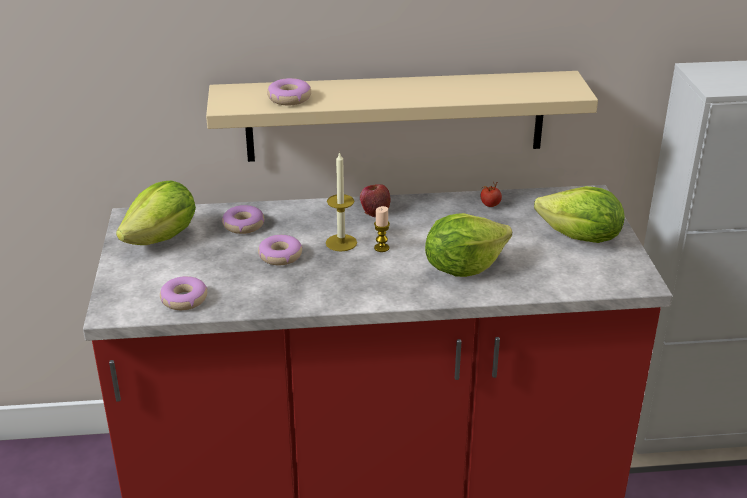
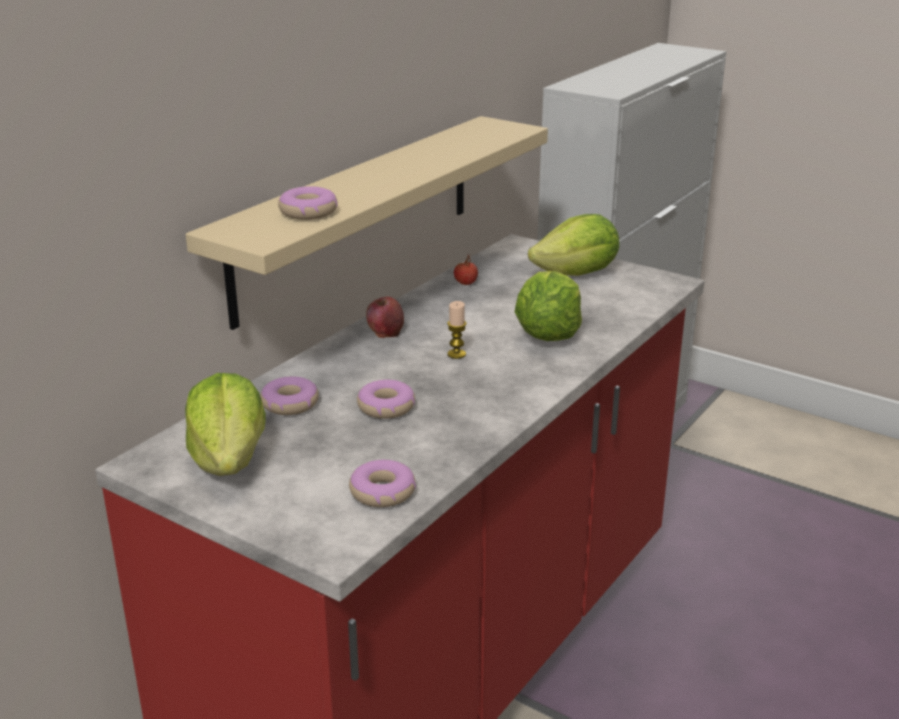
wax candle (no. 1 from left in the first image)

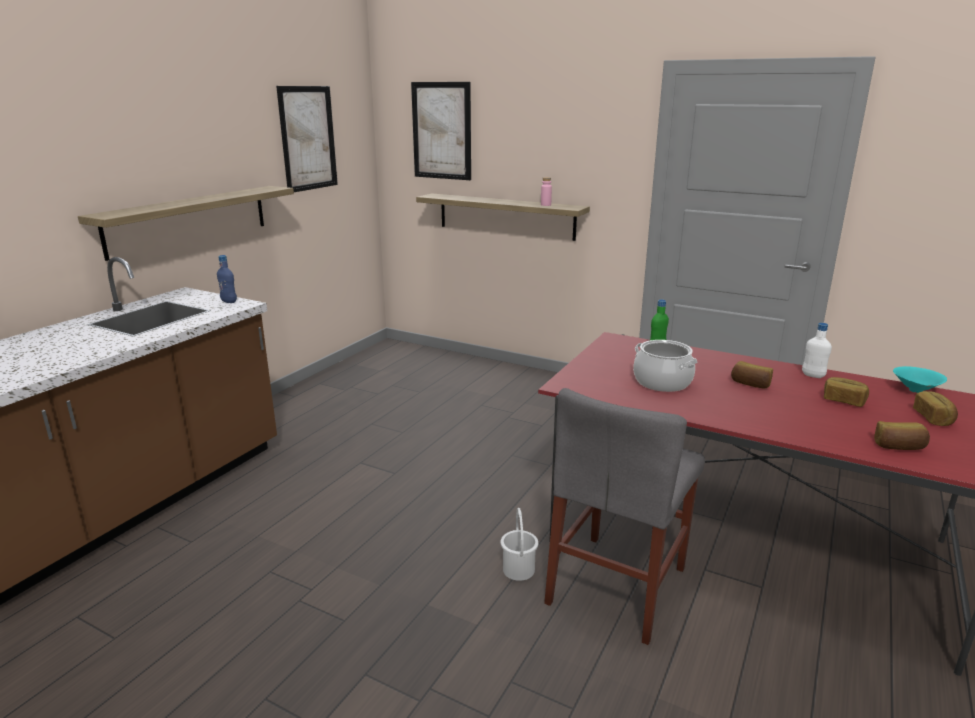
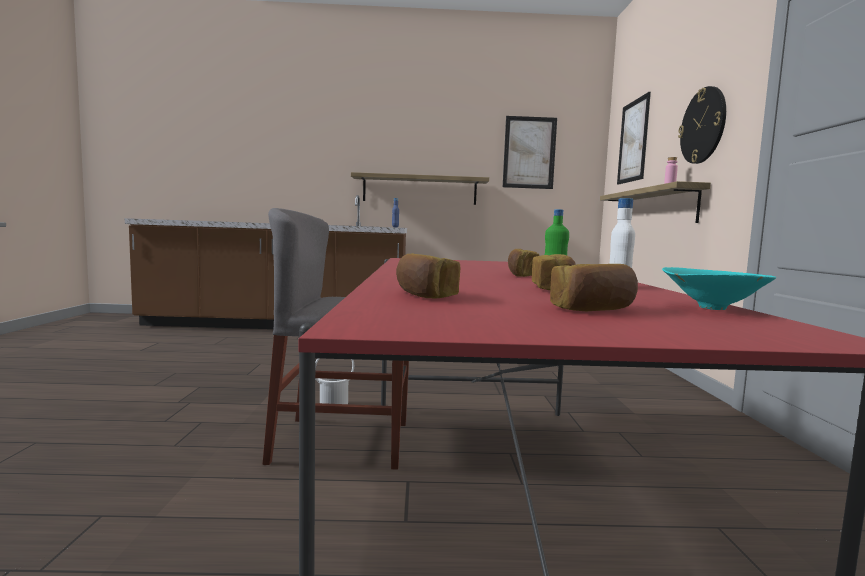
stockpot; clock on the wall

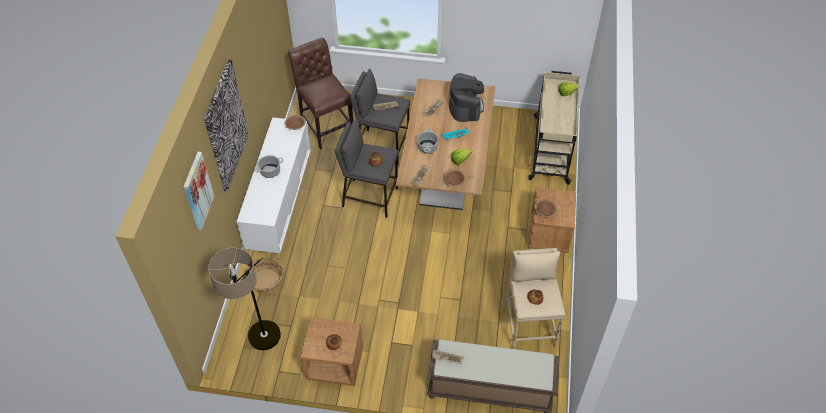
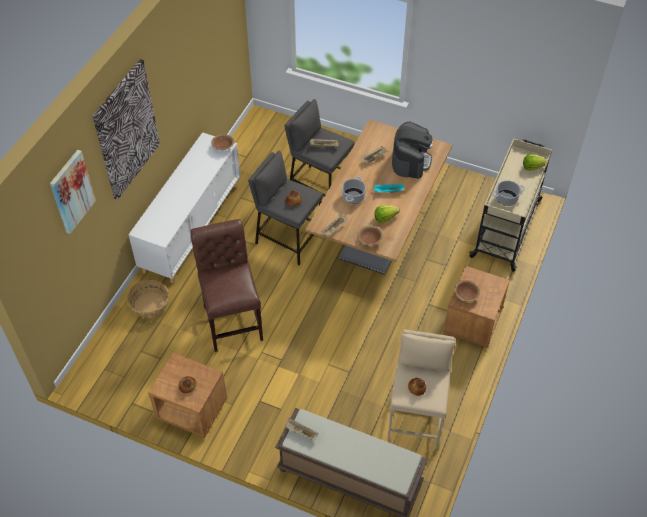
upright chair in brown-coloured; stockpot (no. 2 from left); floor lamp

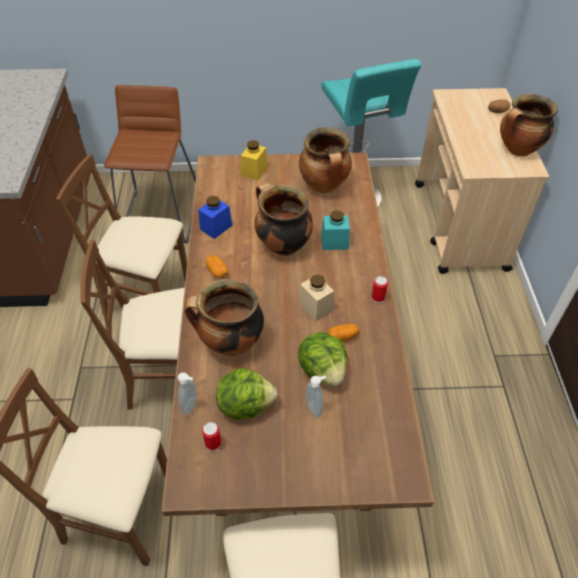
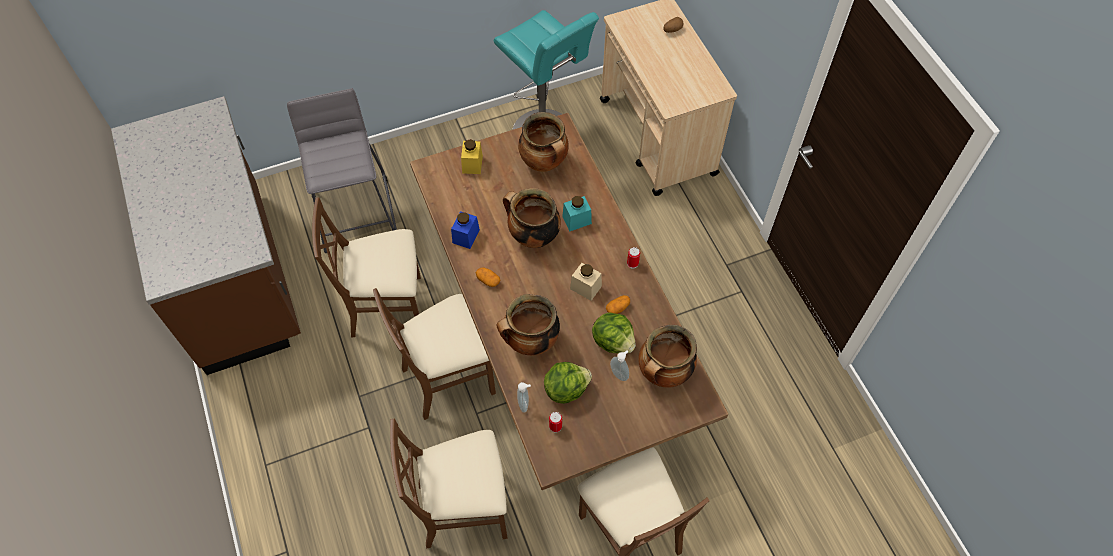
sitting stool in grey; stockpot (no. 4 from left)

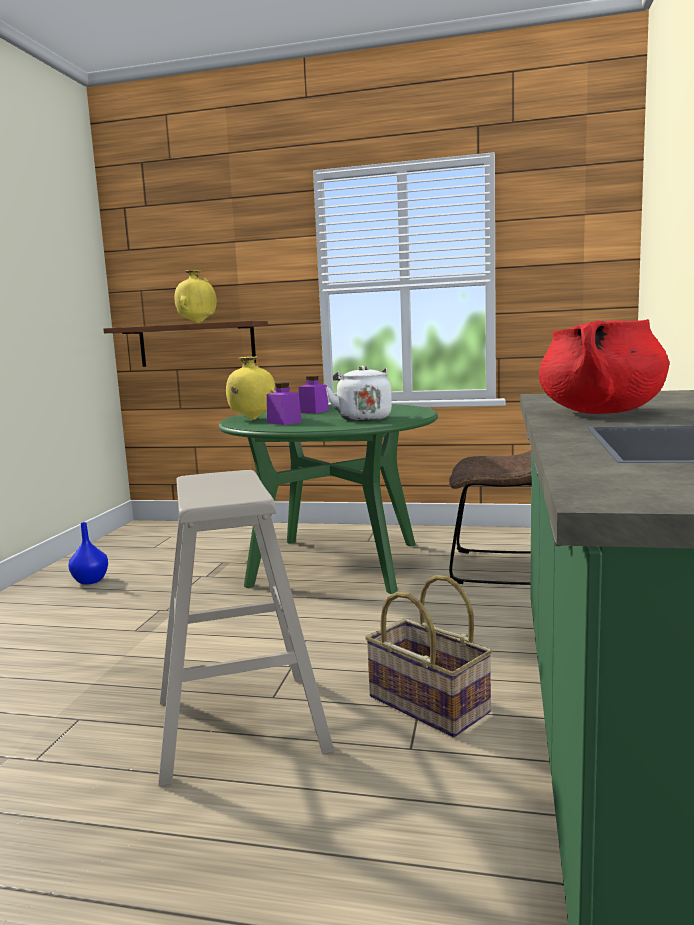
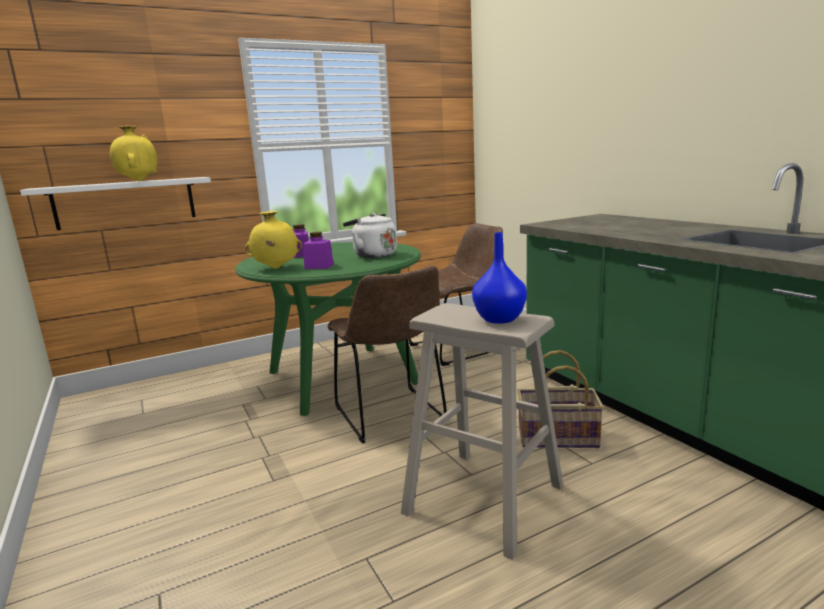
stockpot in reddish; shelf in whitish; vase in bluish; upright chair in brown-coloured (no. 1 from left)

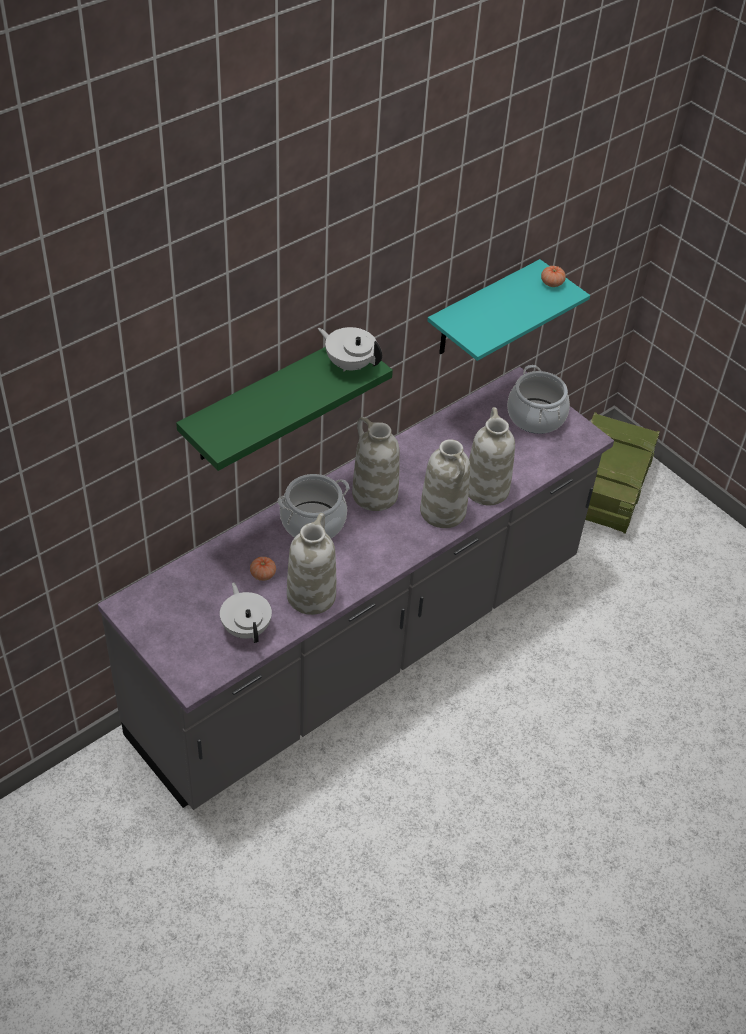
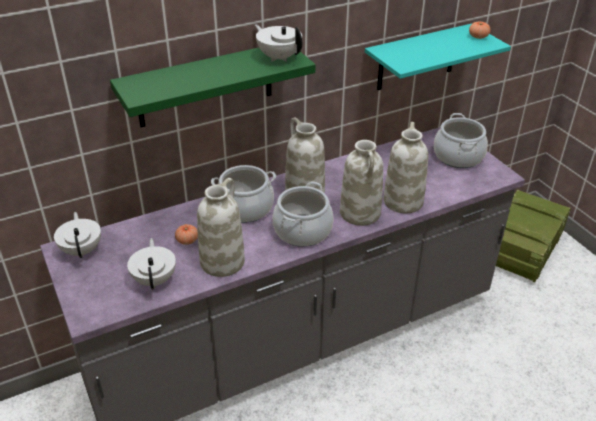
stockpot (no. 2 from left); teapot in whitish (no. 1 from left)

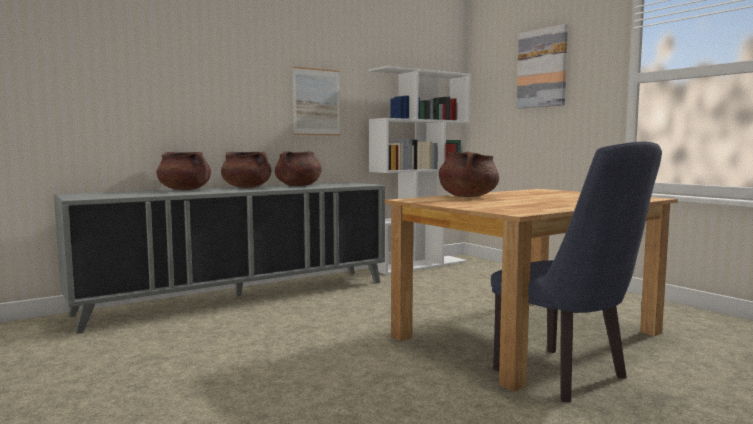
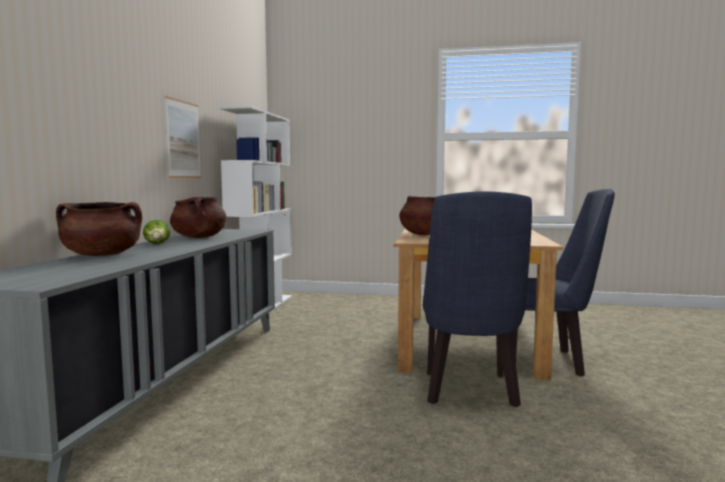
wall art (no. 2 from left in the first image); head of lettuce; upright chair in bluish (no. 1 from left)

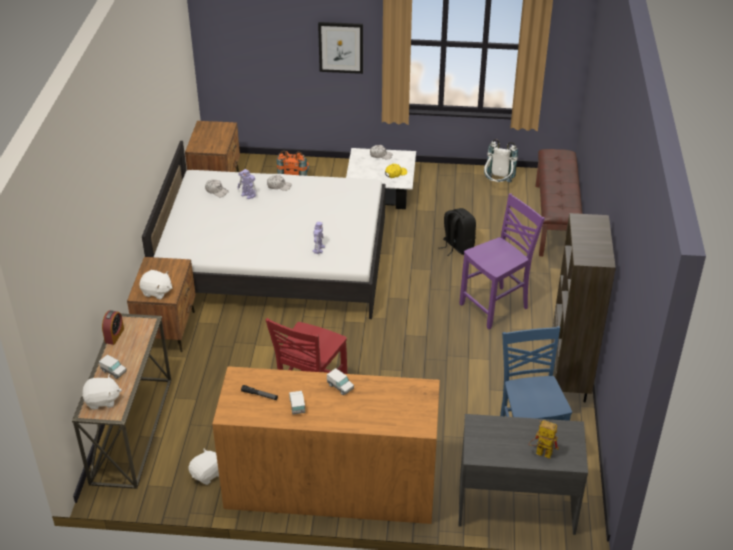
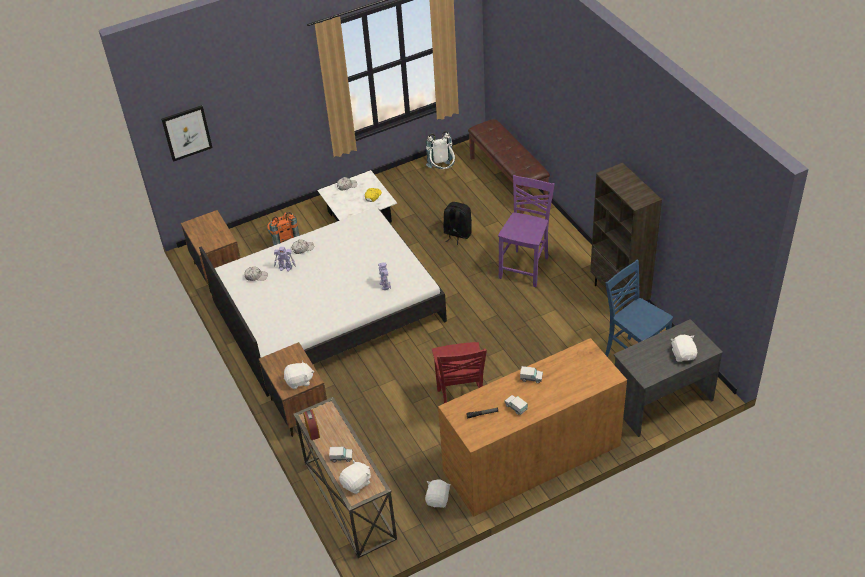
wall art; soft toy in whitish (no. 4 from left)

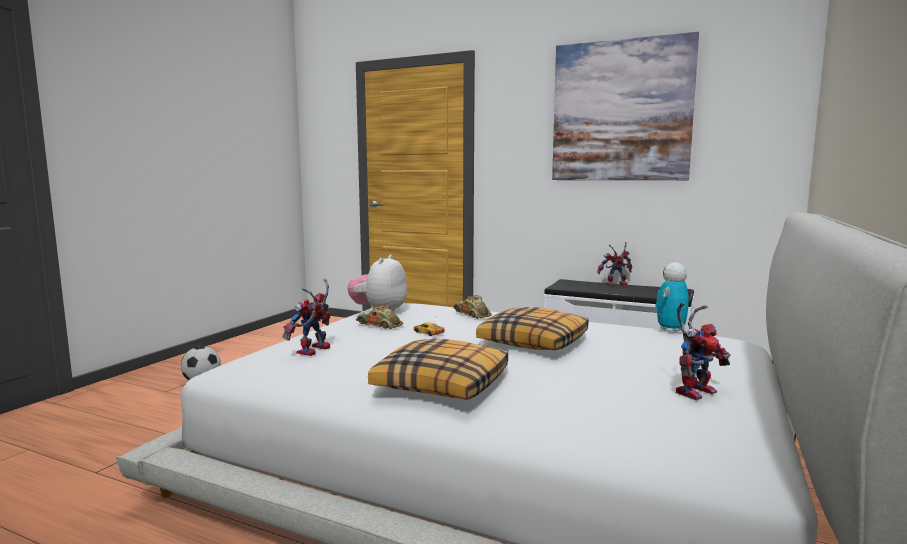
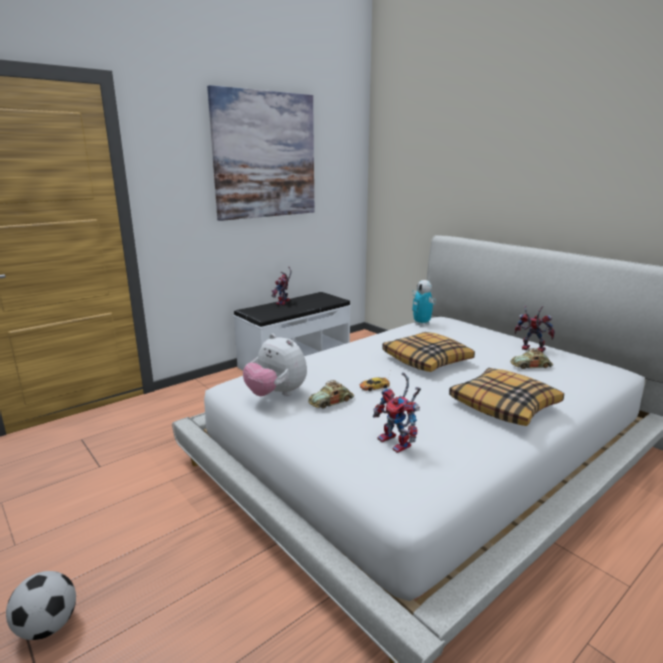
model car (no. 3 from left); robot figure (no. 4 from left)

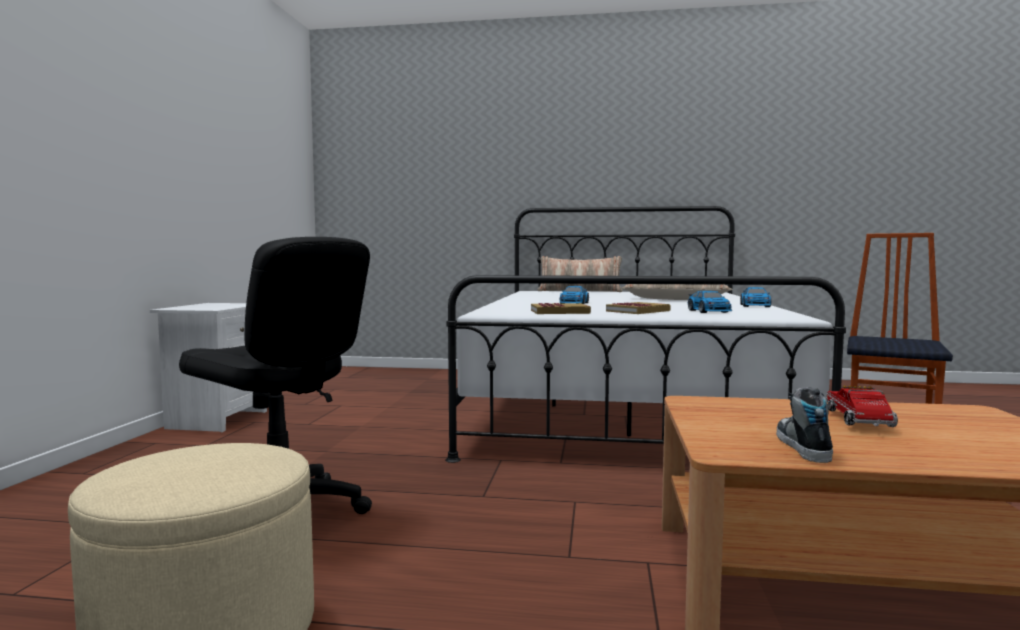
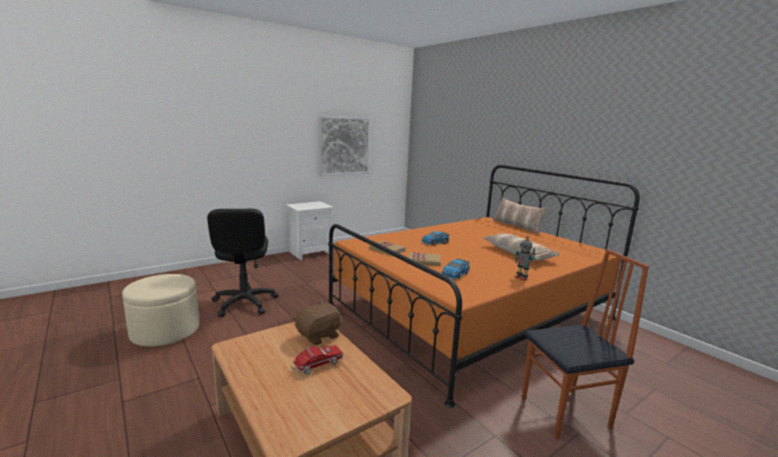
bed in orange; robot figure; shoe; wall art; soft toy in brown-coloured

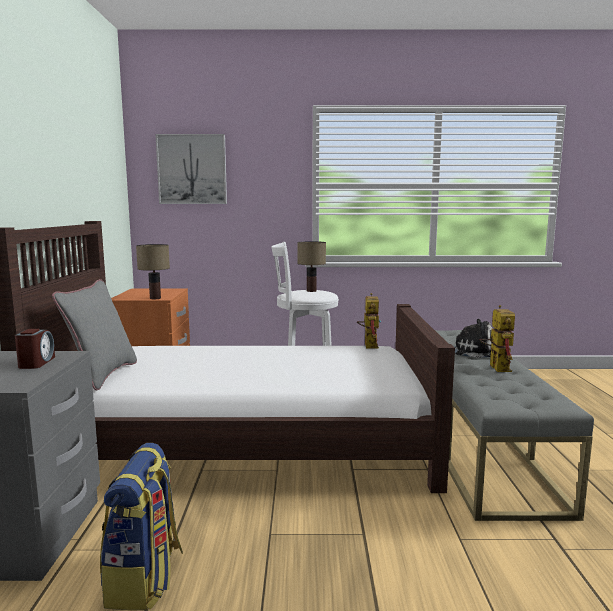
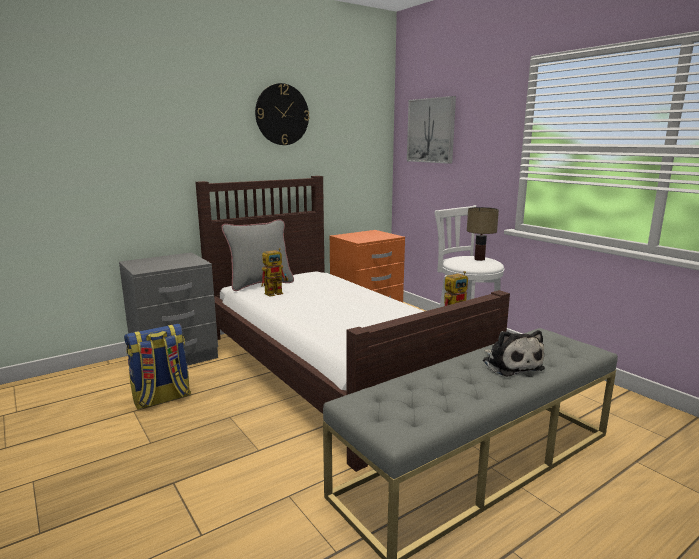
tabletop lamp (no. 1 from left in the first image); robot figure (no. 1 from left); bedside clock; clock on the wall

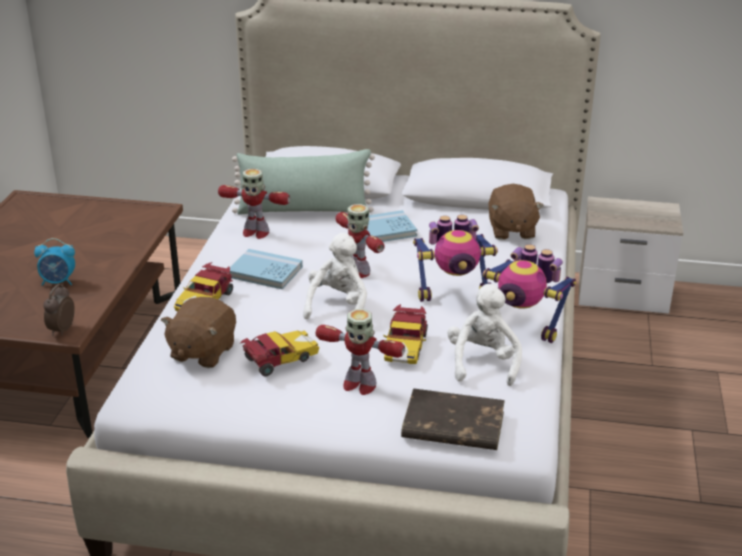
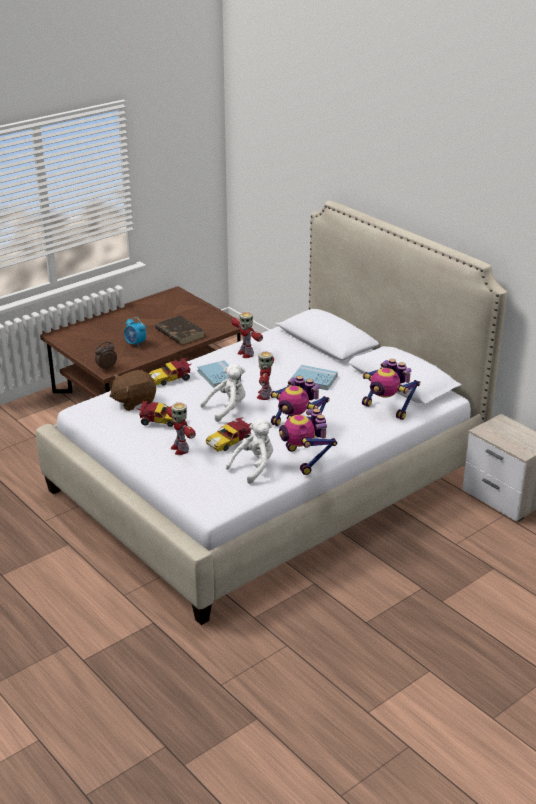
pillow in green-coloured; robot figure (no. 6 from left); bound book in brown-coloured

